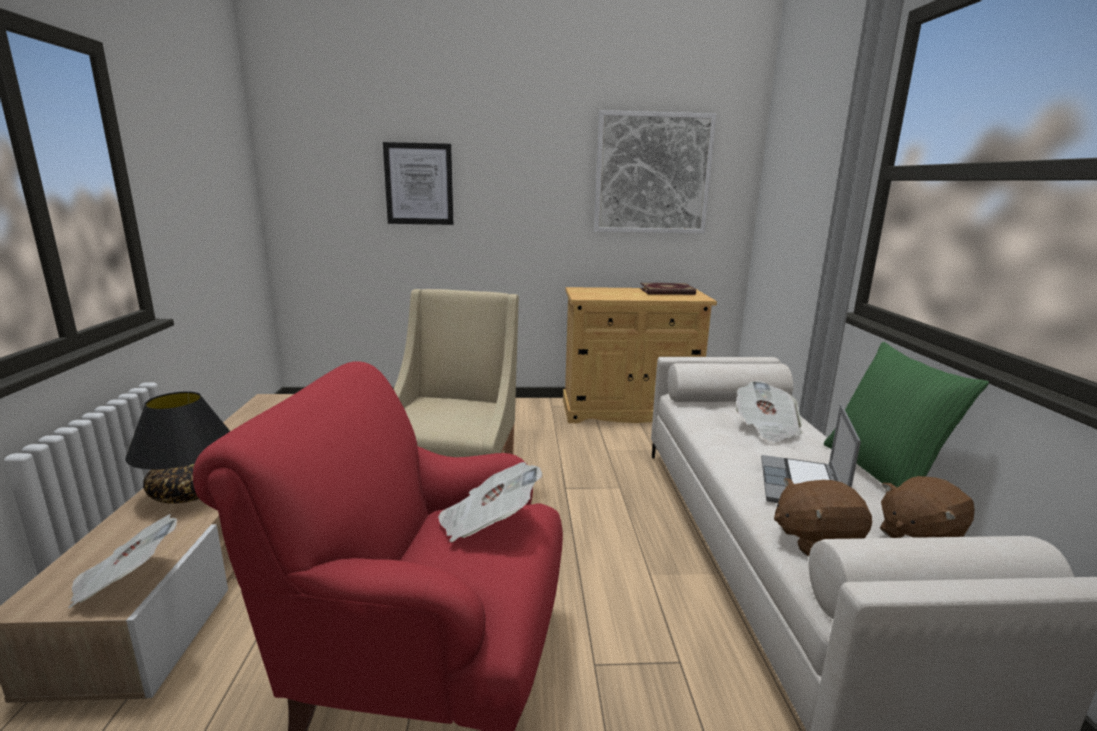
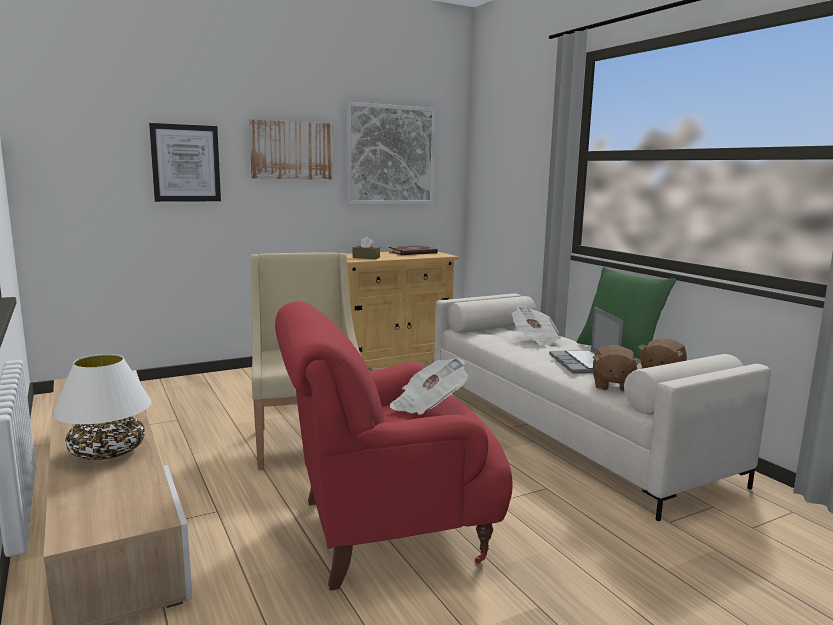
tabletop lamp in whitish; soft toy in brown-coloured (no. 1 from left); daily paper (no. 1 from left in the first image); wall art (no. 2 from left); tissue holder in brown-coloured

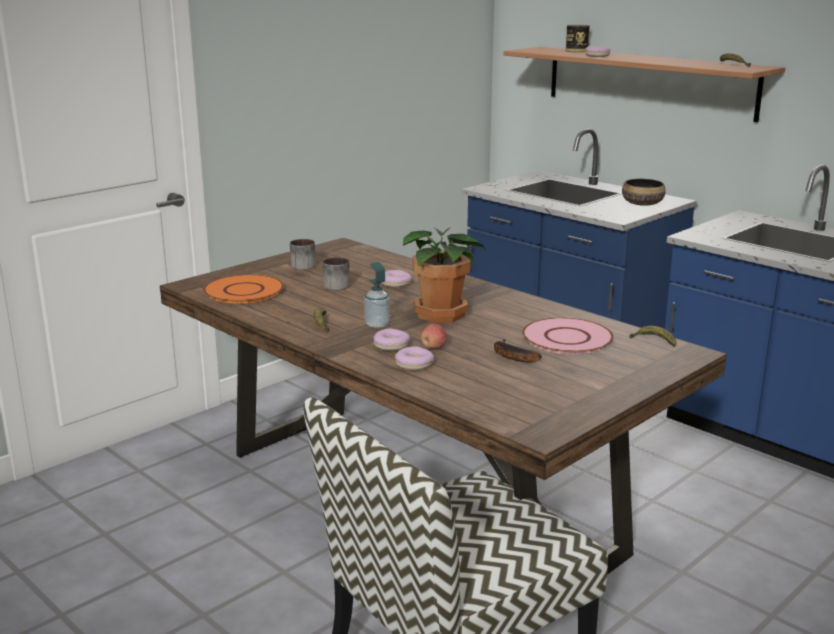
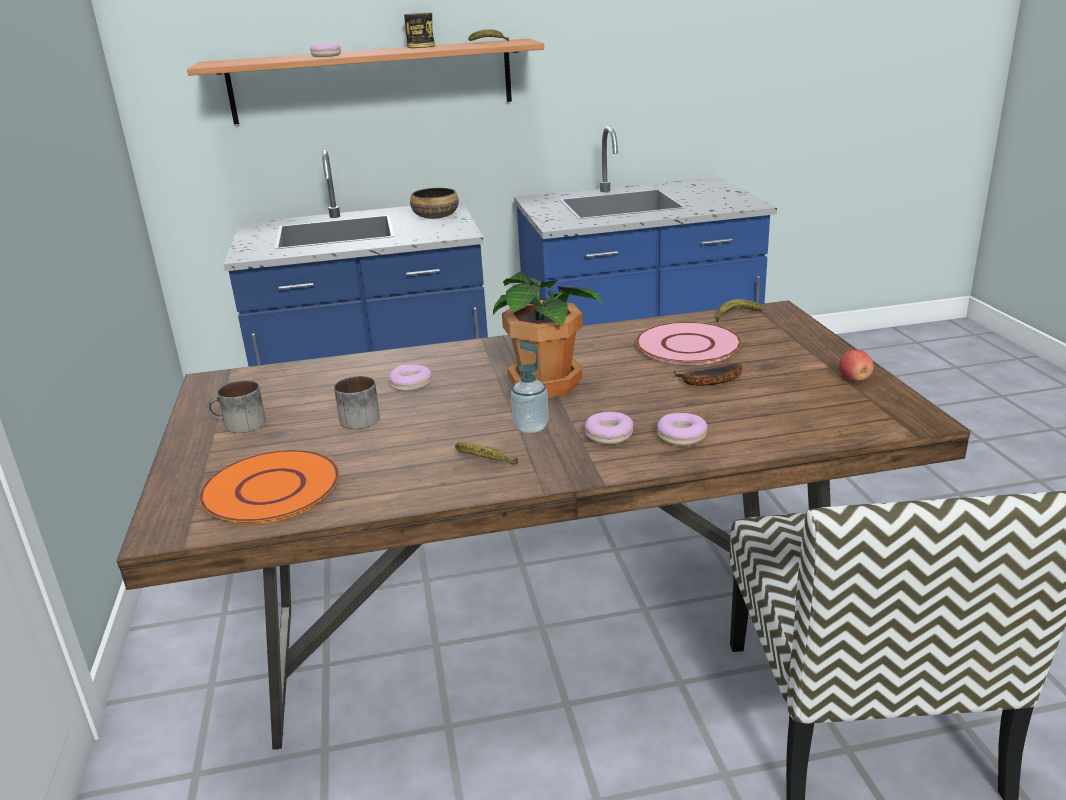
can; apple

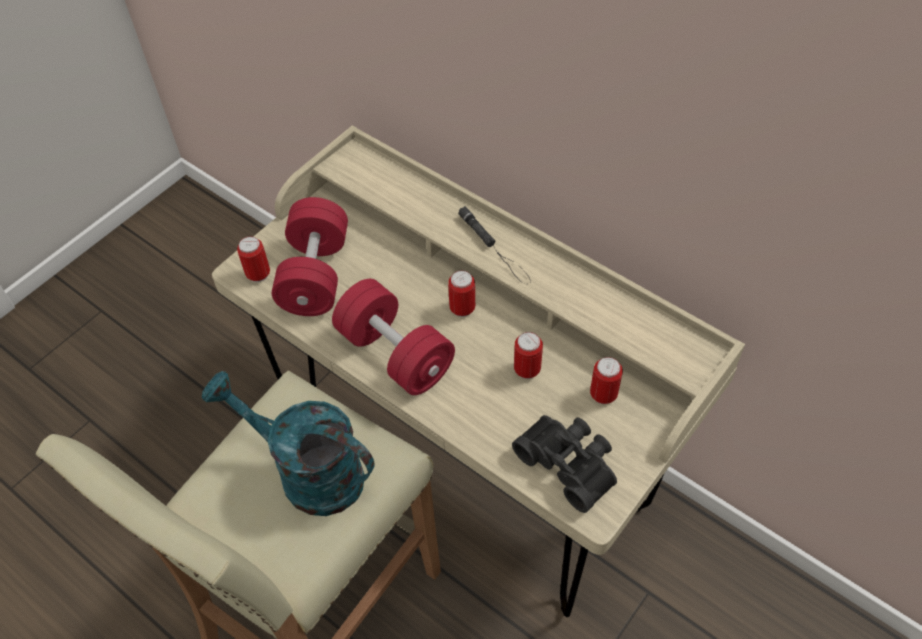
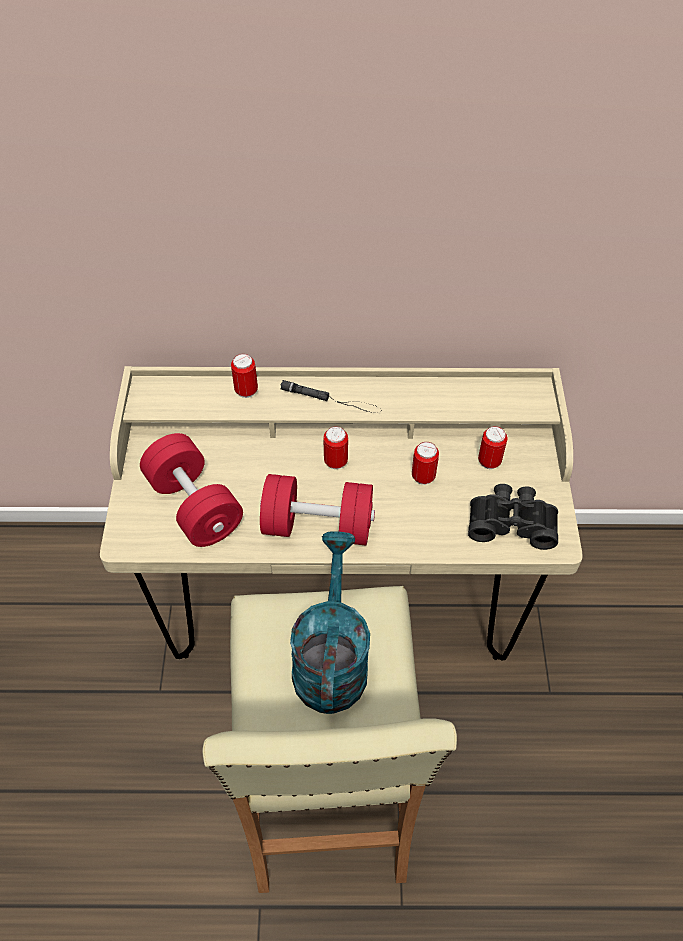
can (no. 1 from left); sprinkling can in turquoise

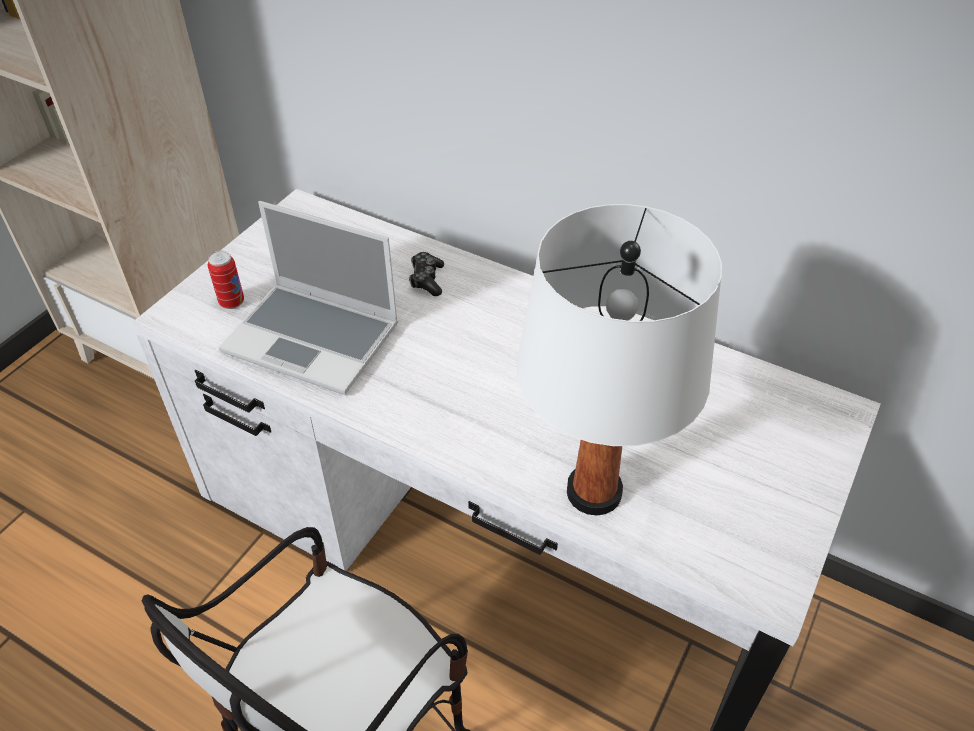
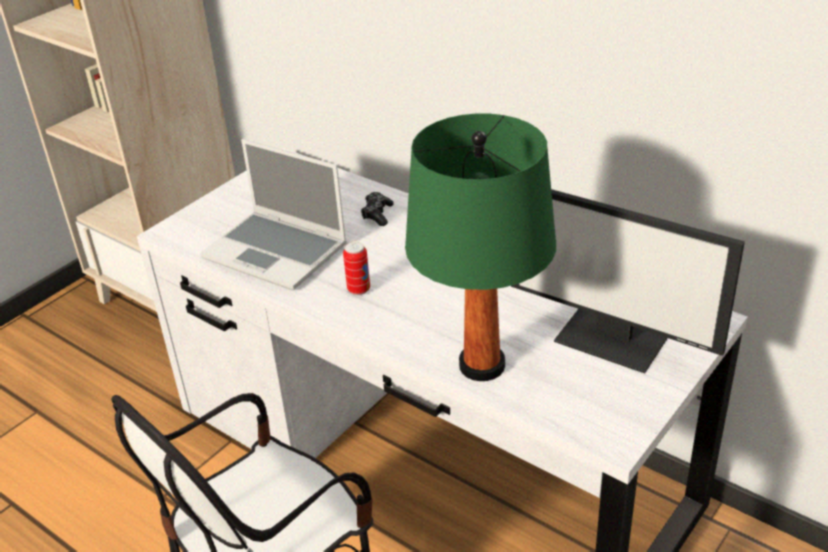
tabletop lamp in green-coloured; can; computer screen

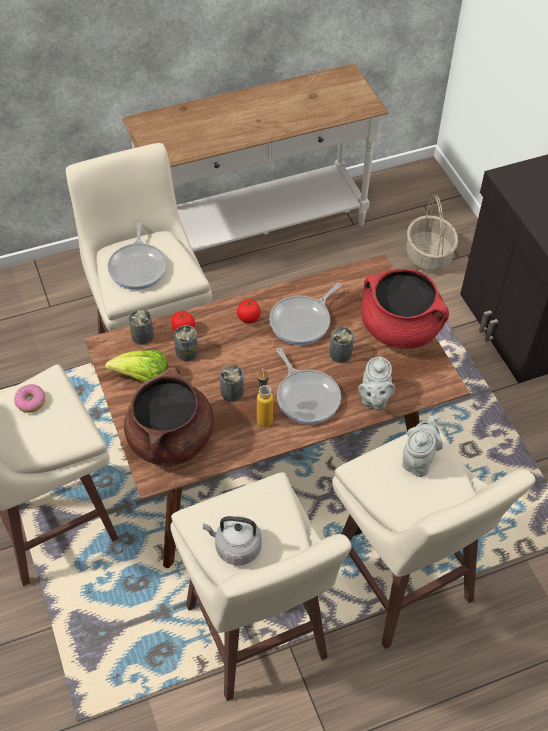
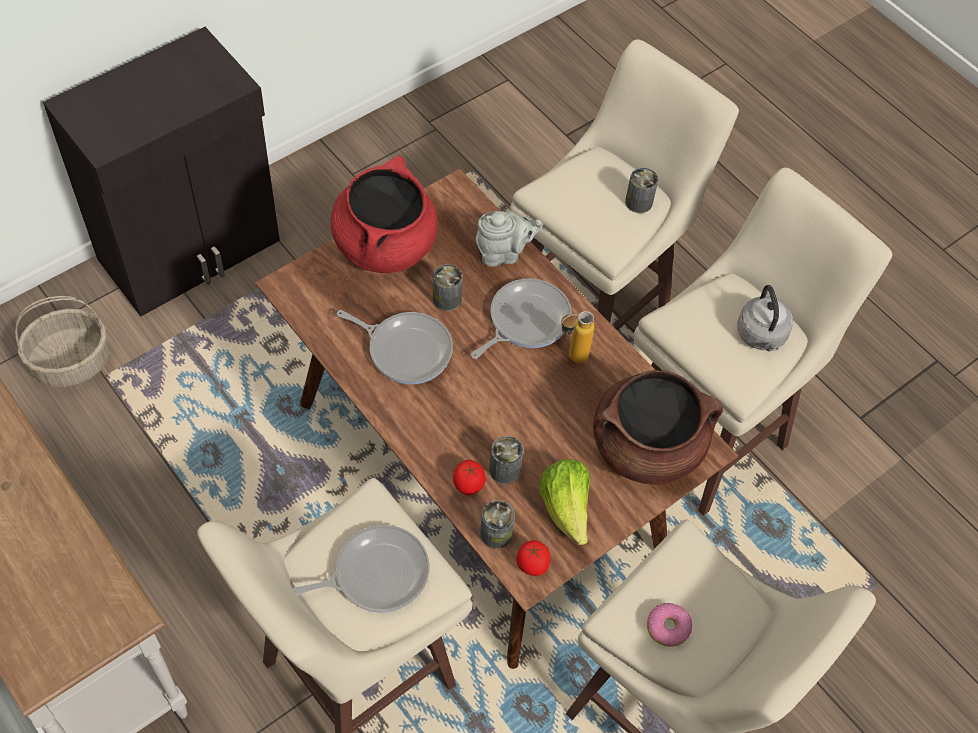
tomato (no. 2 from left); can (no. 4 from left); teapot in grey (no. 2 from left in the first image)

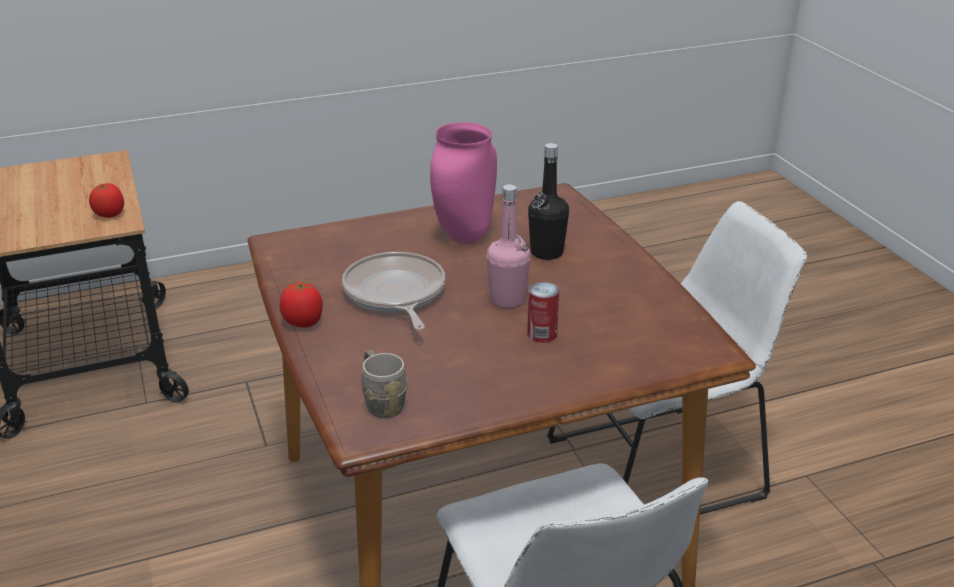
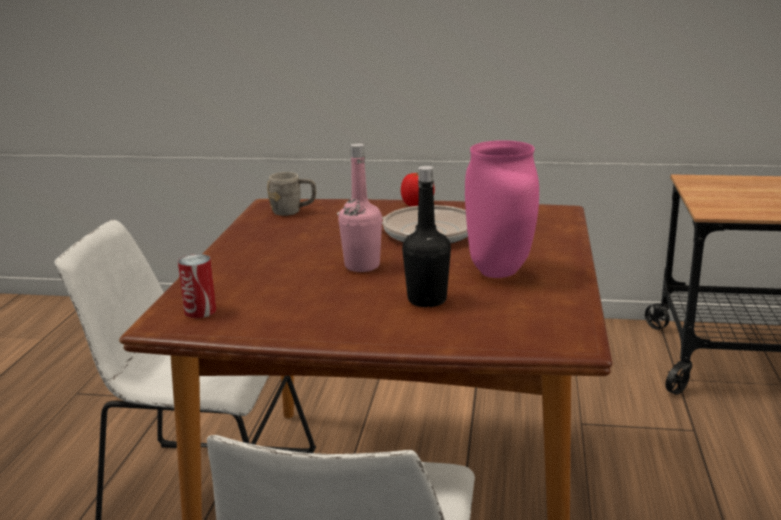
tomato (no. 1 from left in the first image); can

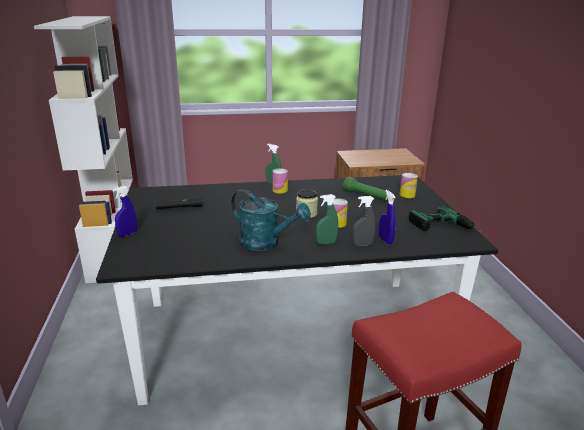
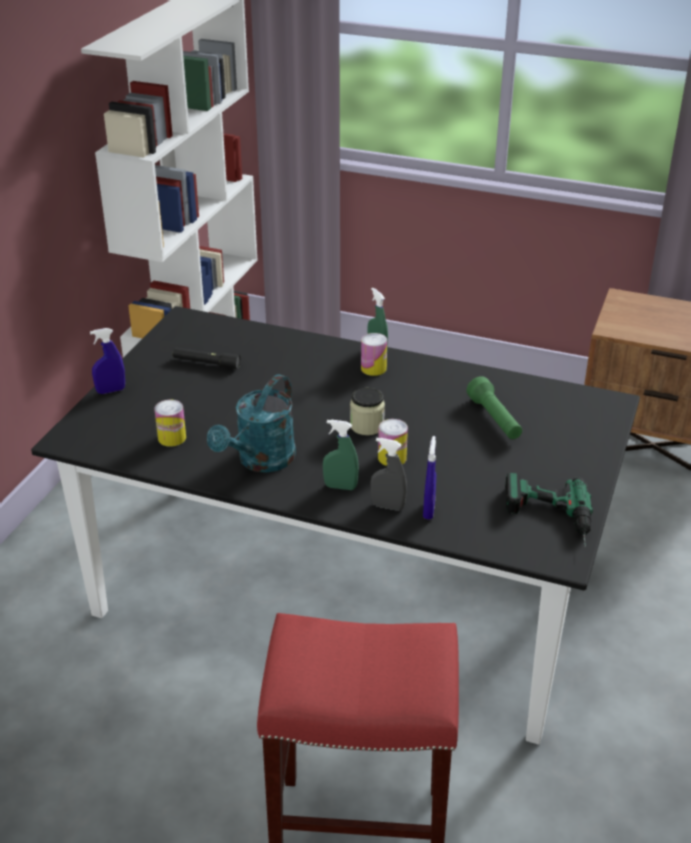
can (no. 1 from left); sprinkling can in turquoise

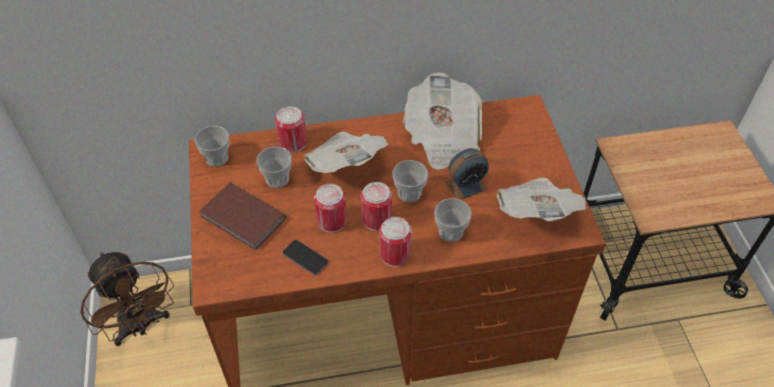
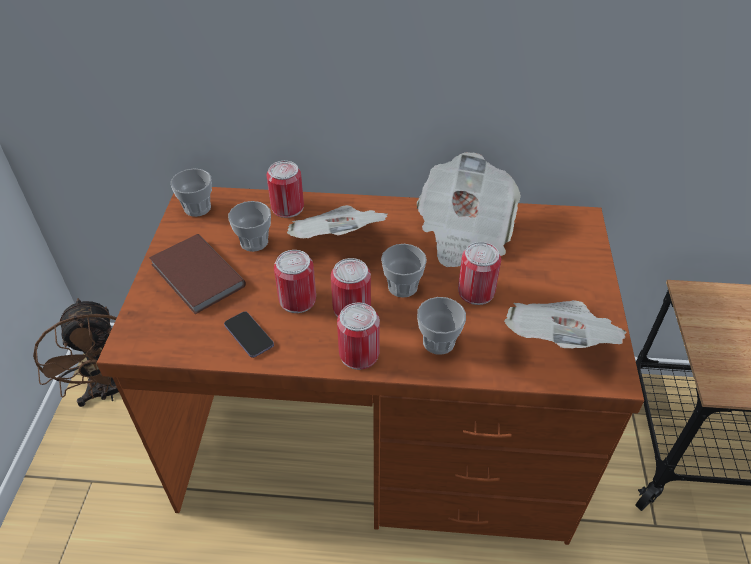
can (no. 5 from left)

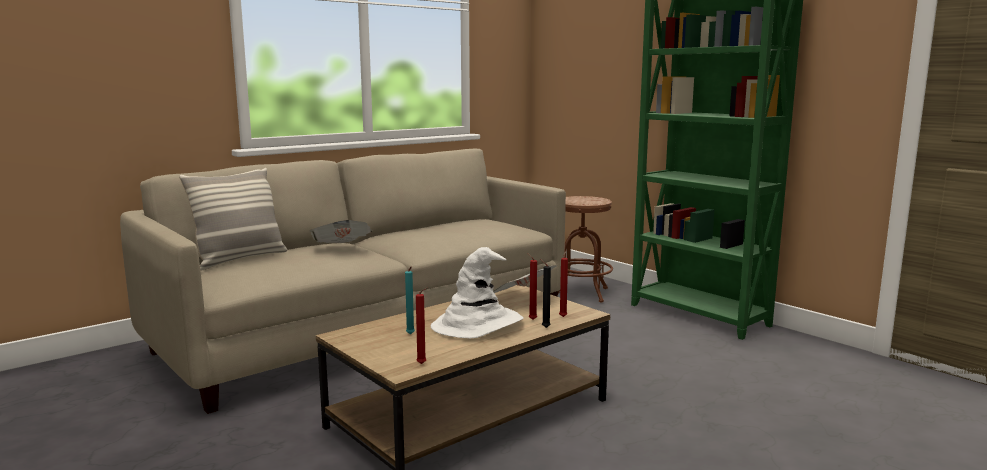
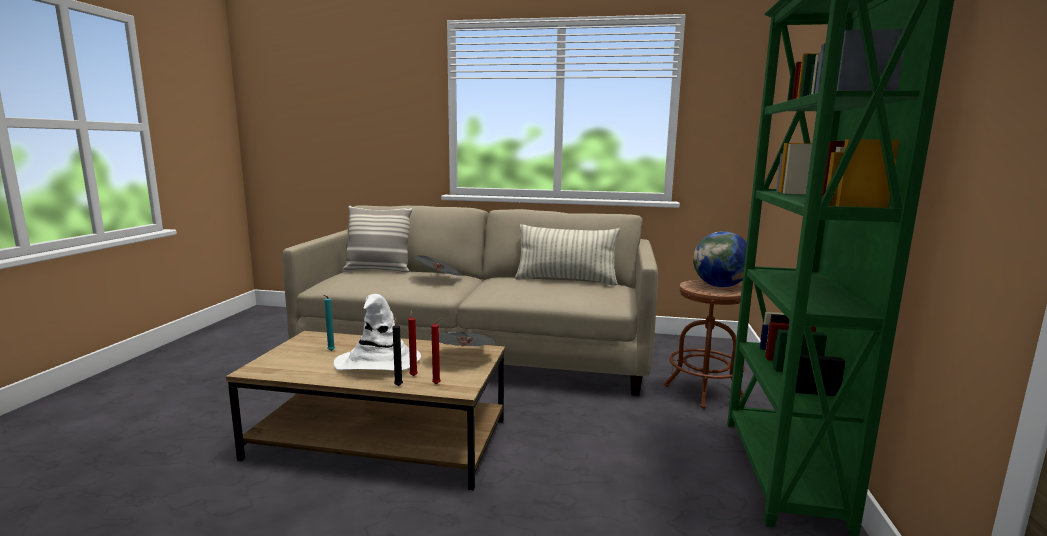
wax candle in reddish (no. 1 from left in the first image); pillow (no. 2 from left); desk globe

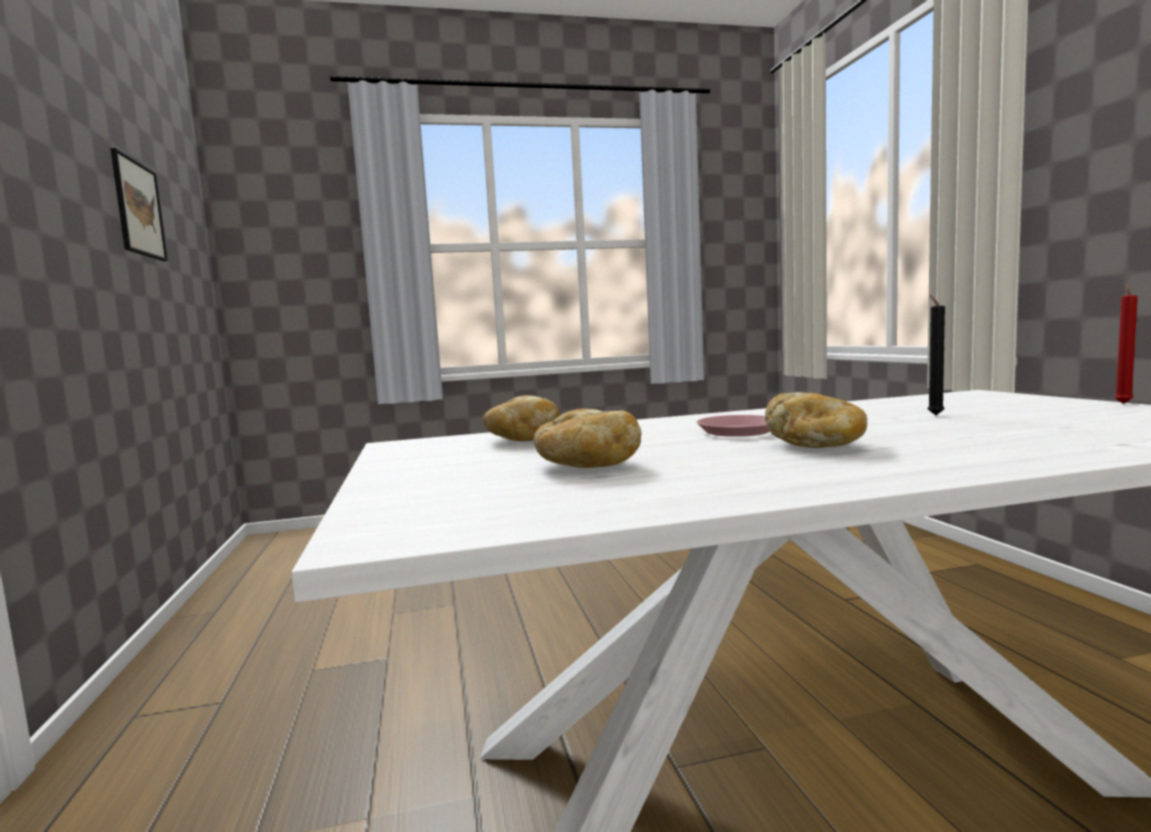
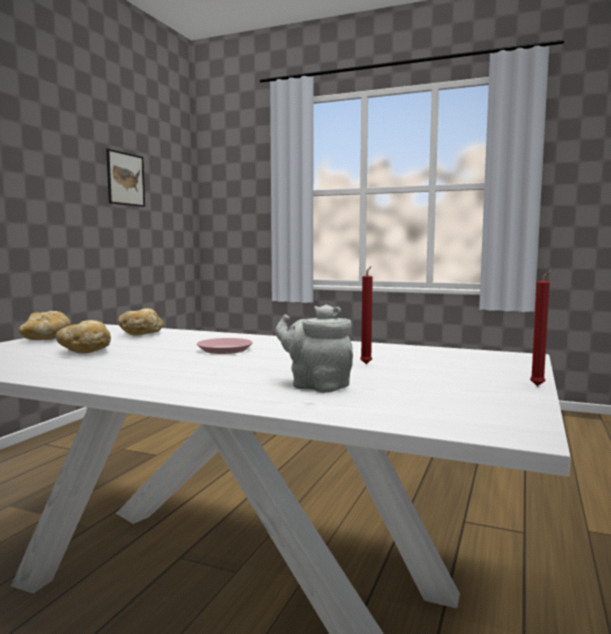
wax candle in reddish (no. 1 from left); bakery bread (no. 1 from left); teapot in grey

